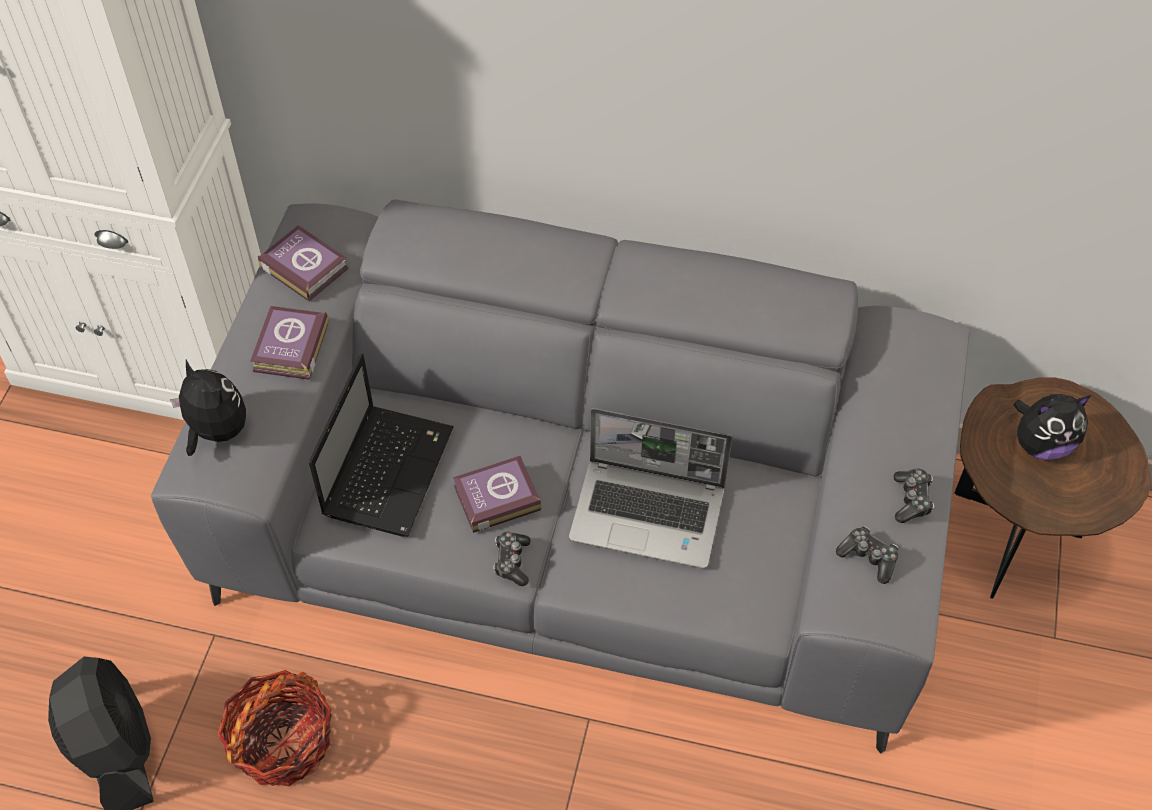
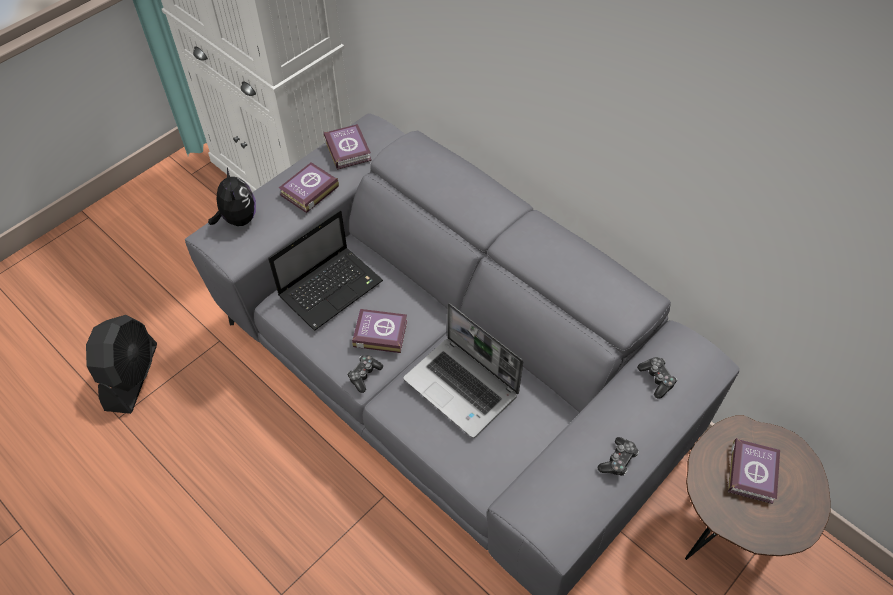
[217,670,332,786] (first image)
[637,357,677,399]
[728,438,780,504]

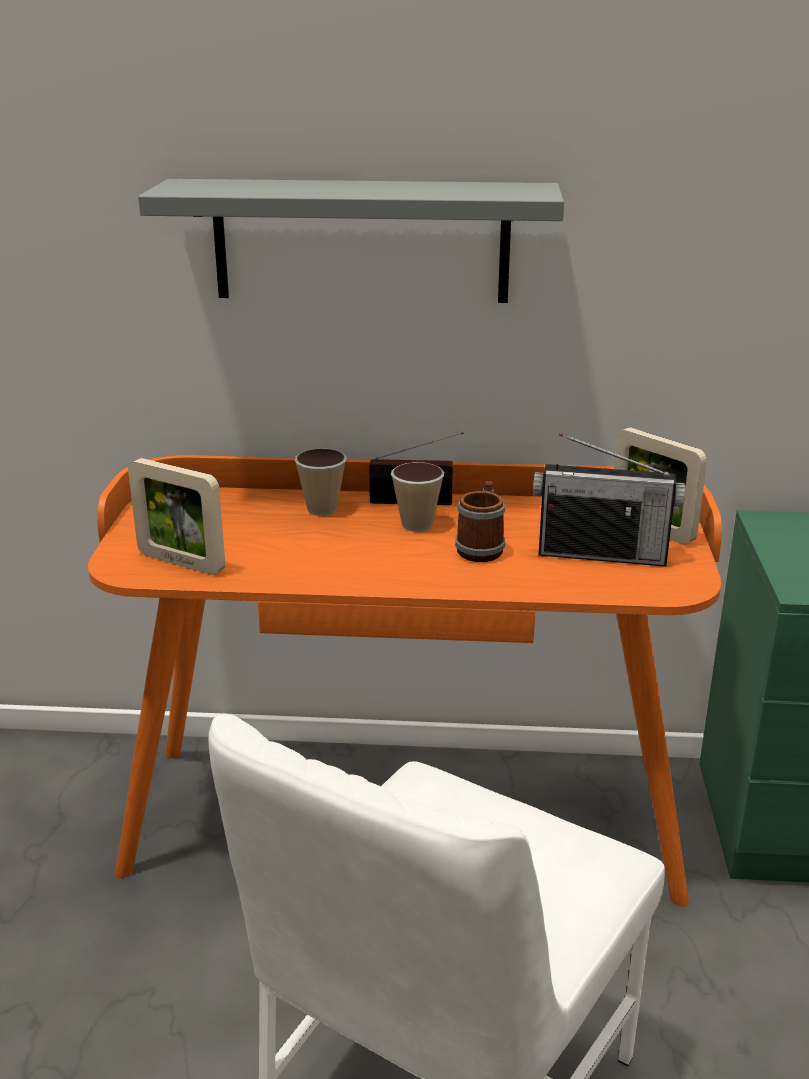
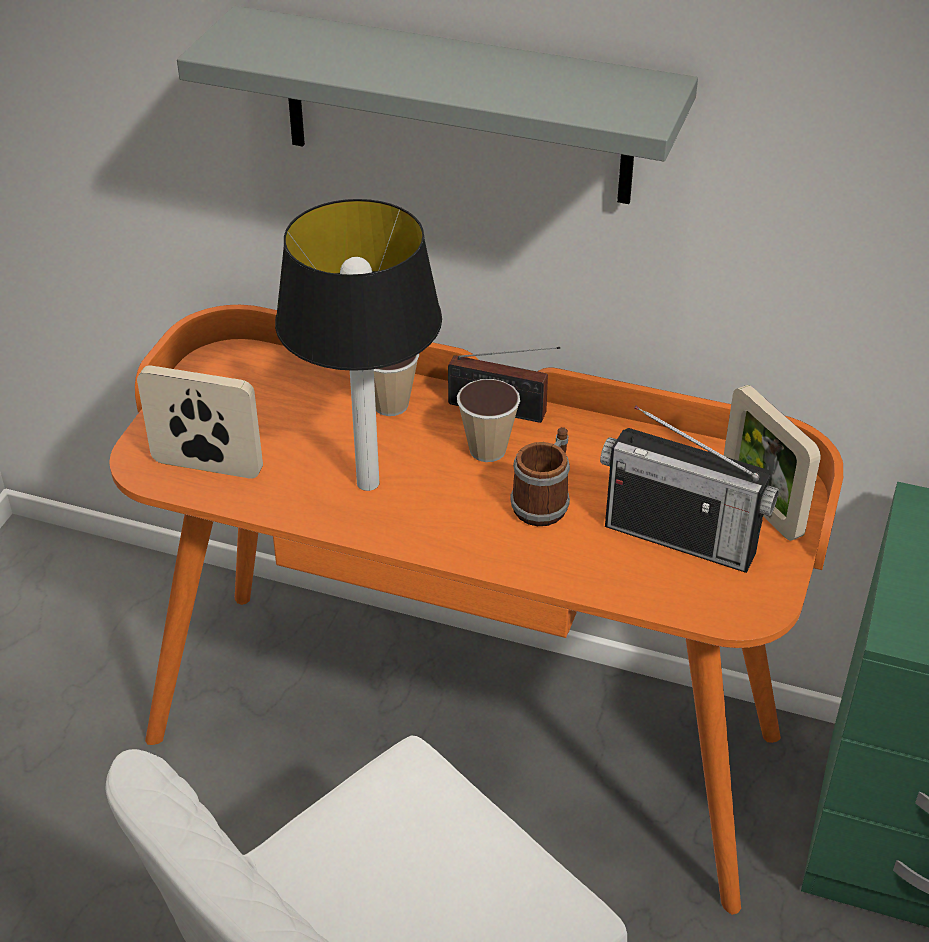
[275,199,442,491]
[137,365,263,479]

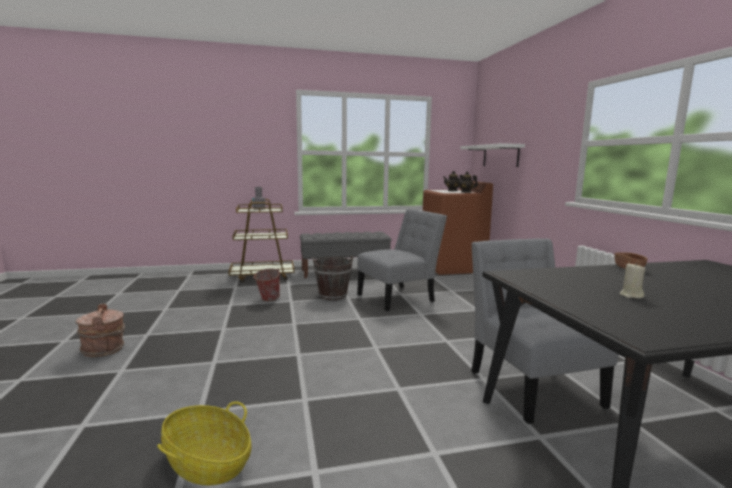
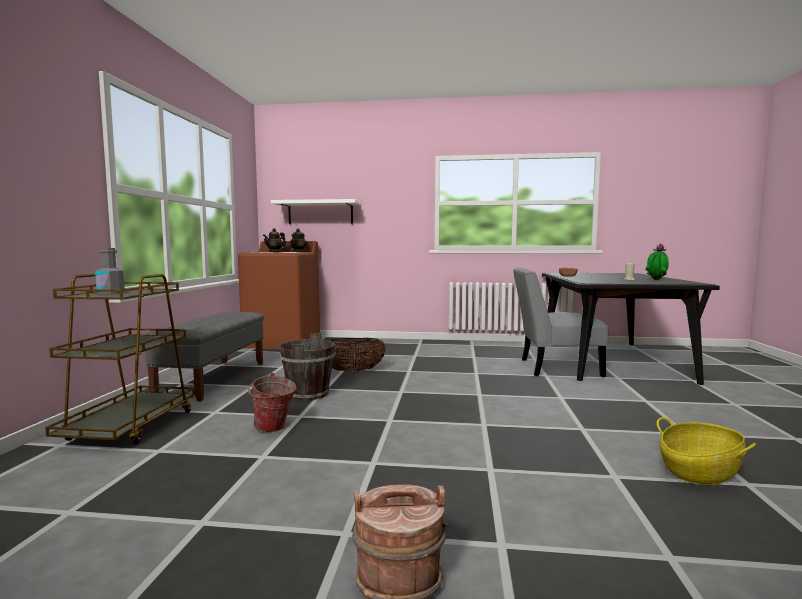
[645,244,669,280]
[329,338,386,372]

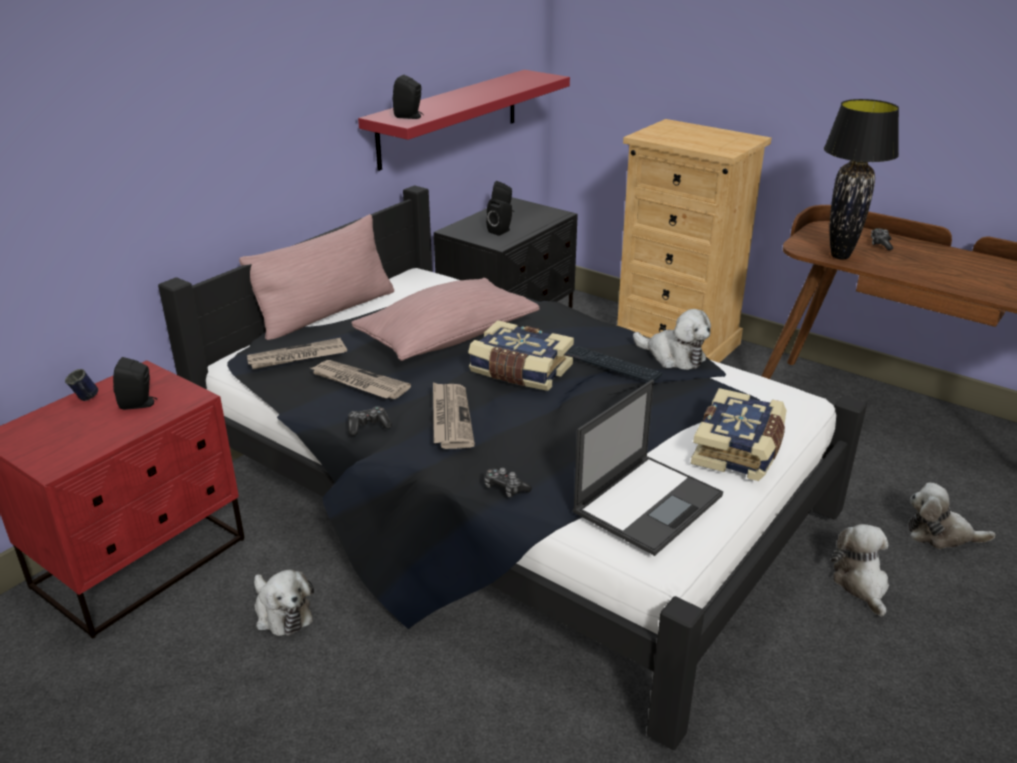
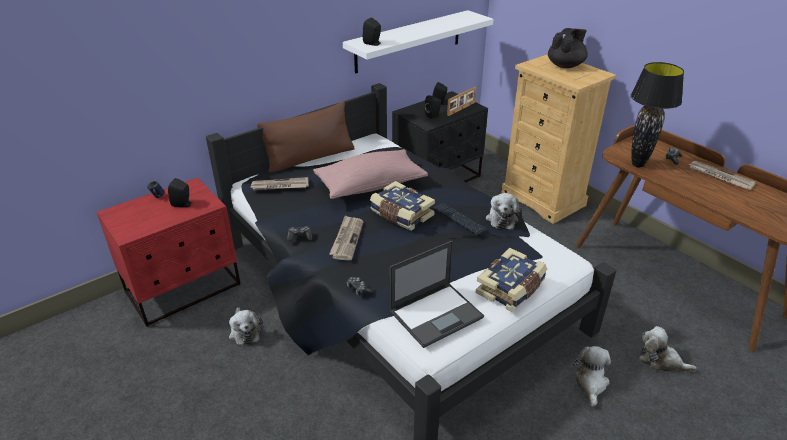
[447,87,476,116]
[548,28,588,68]
[688,161,756,190]
[257,101,354,172]
[343,10,493,74]
[486,193,523,230]

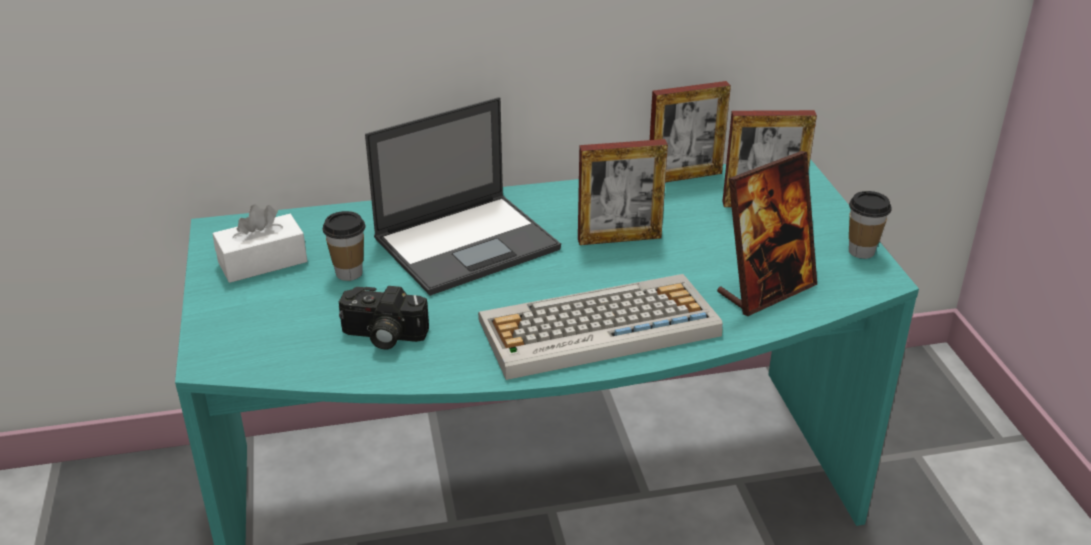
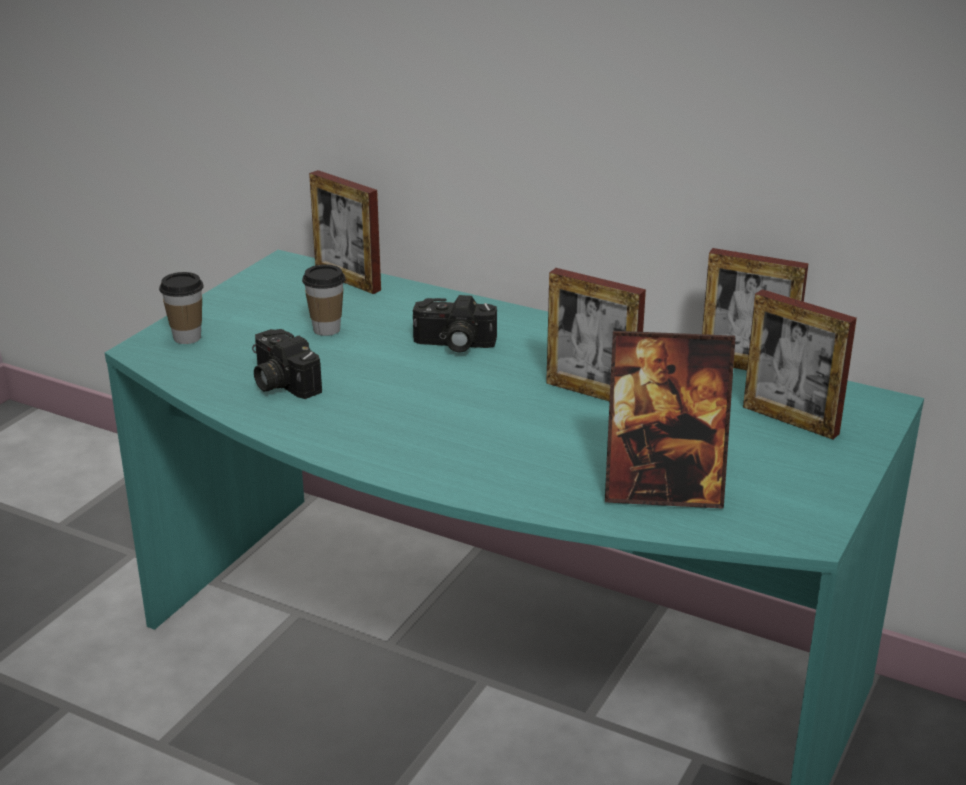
[213,204,307,283] (first image)
[478,274,723,380] (first image)
[309,170,381,294]
[159,272,204,344]
[413,295,497,353]

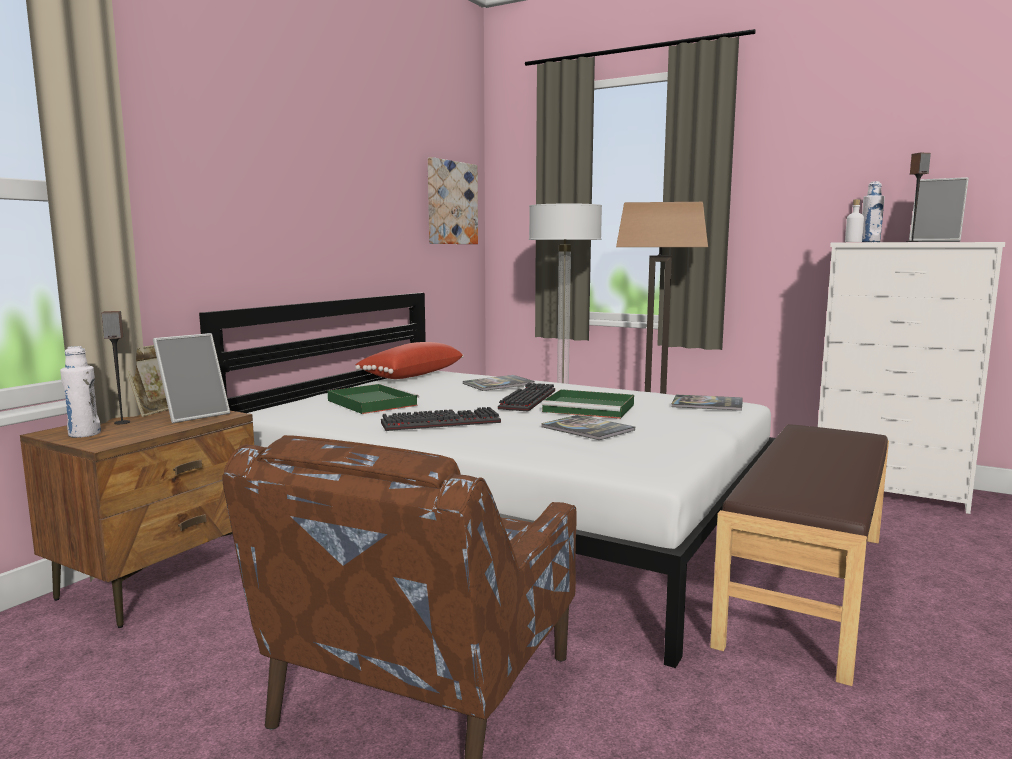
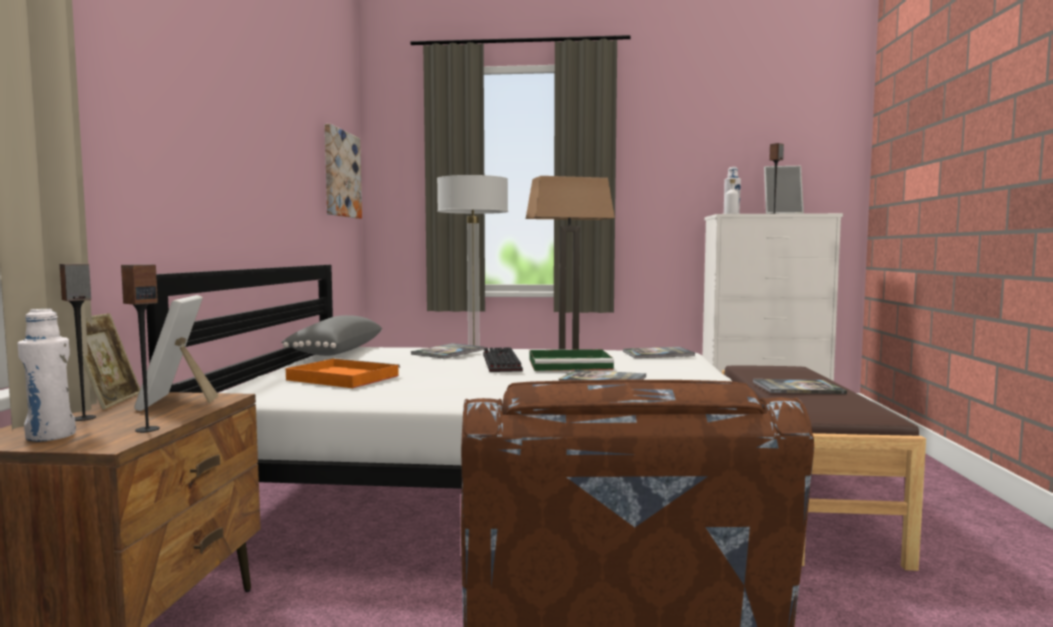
[381,407,501,431] (first image)
[121,264,160,433]
[753,379,847,394]
[286,358,400,388]
[282,315,382,356]
[134,295,219,411]

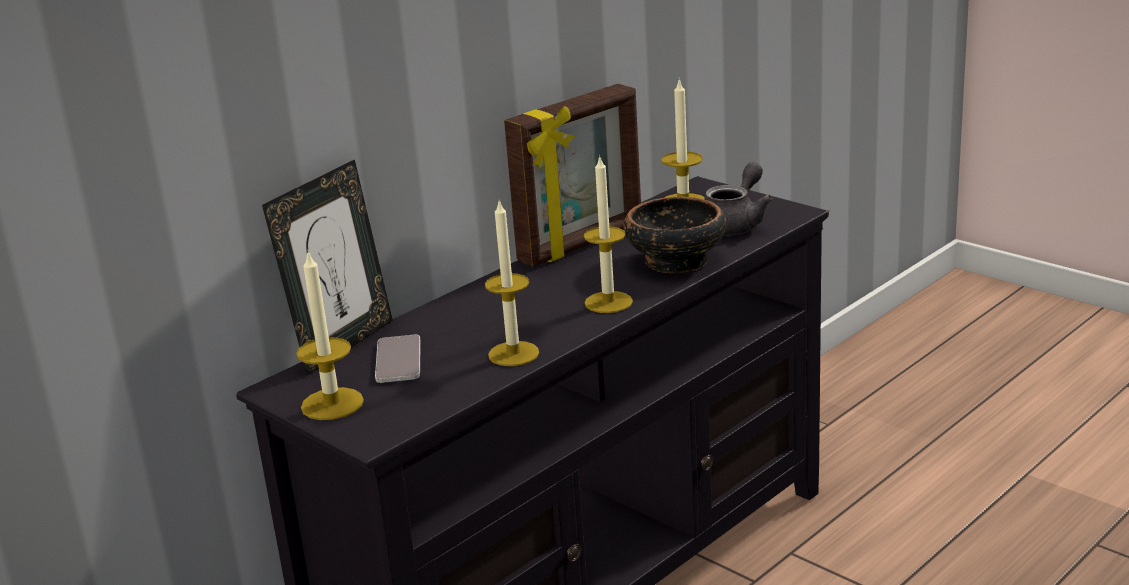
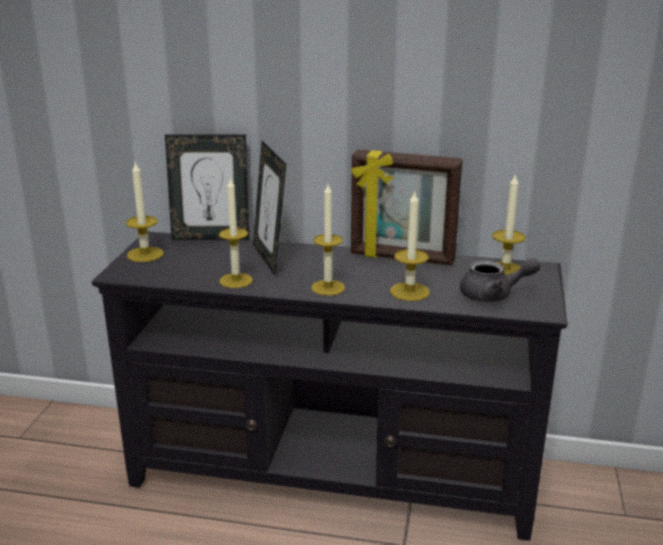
[375,335,421,383] (first image)
[253,141,286,276]
[390,190,430,301]

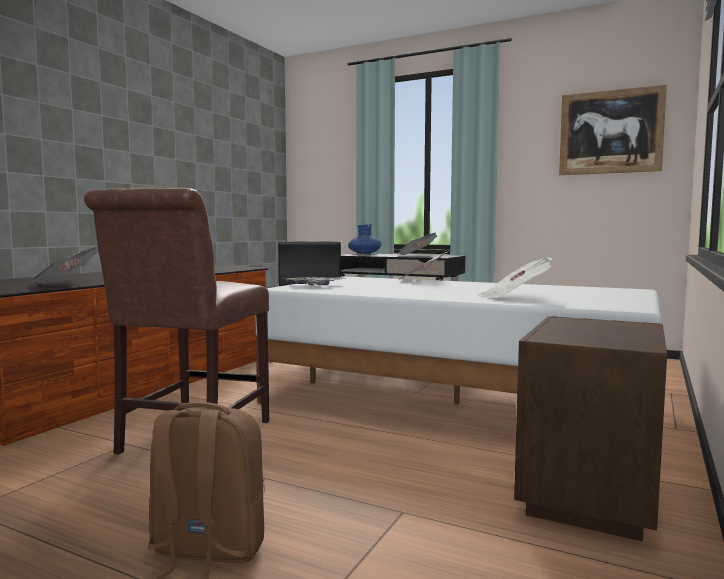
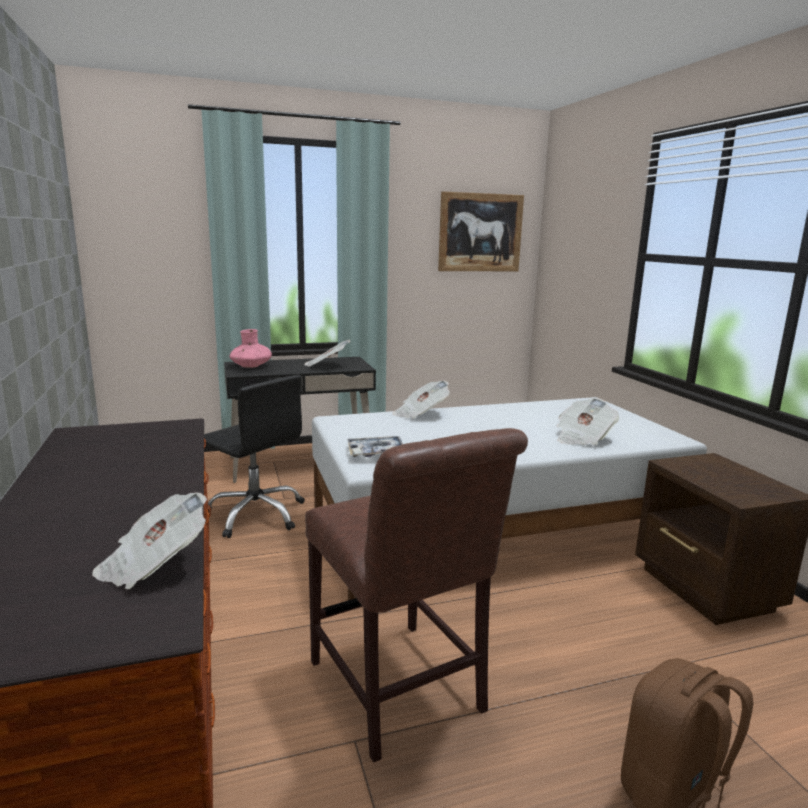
[230,329,272,368]

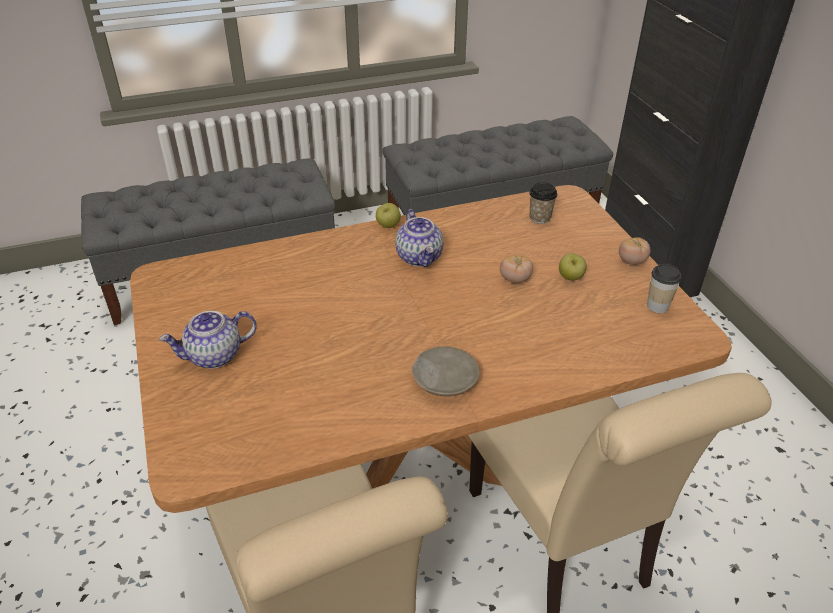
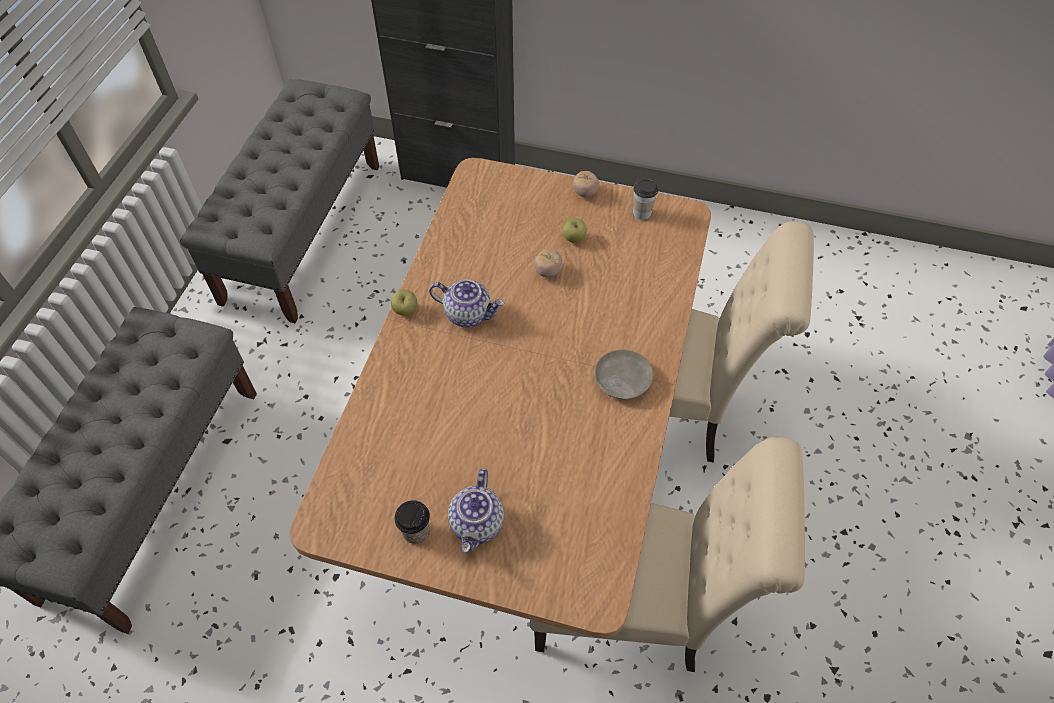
[394,500,430,544]

